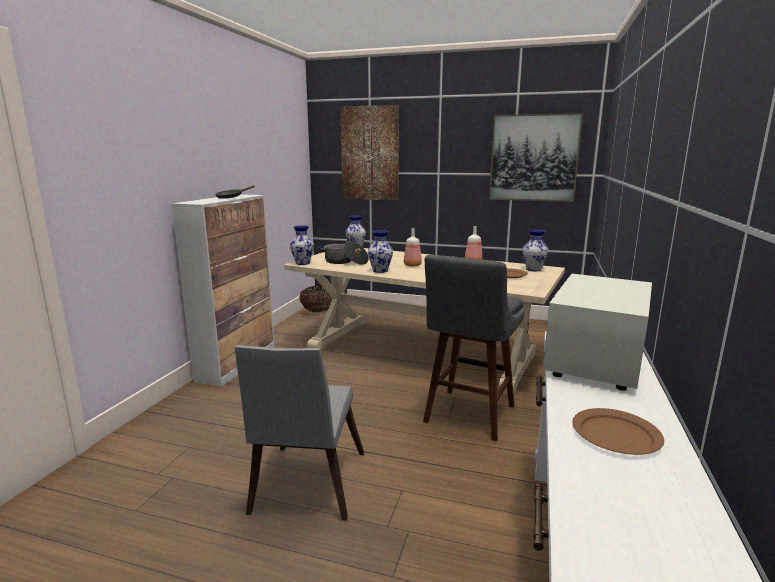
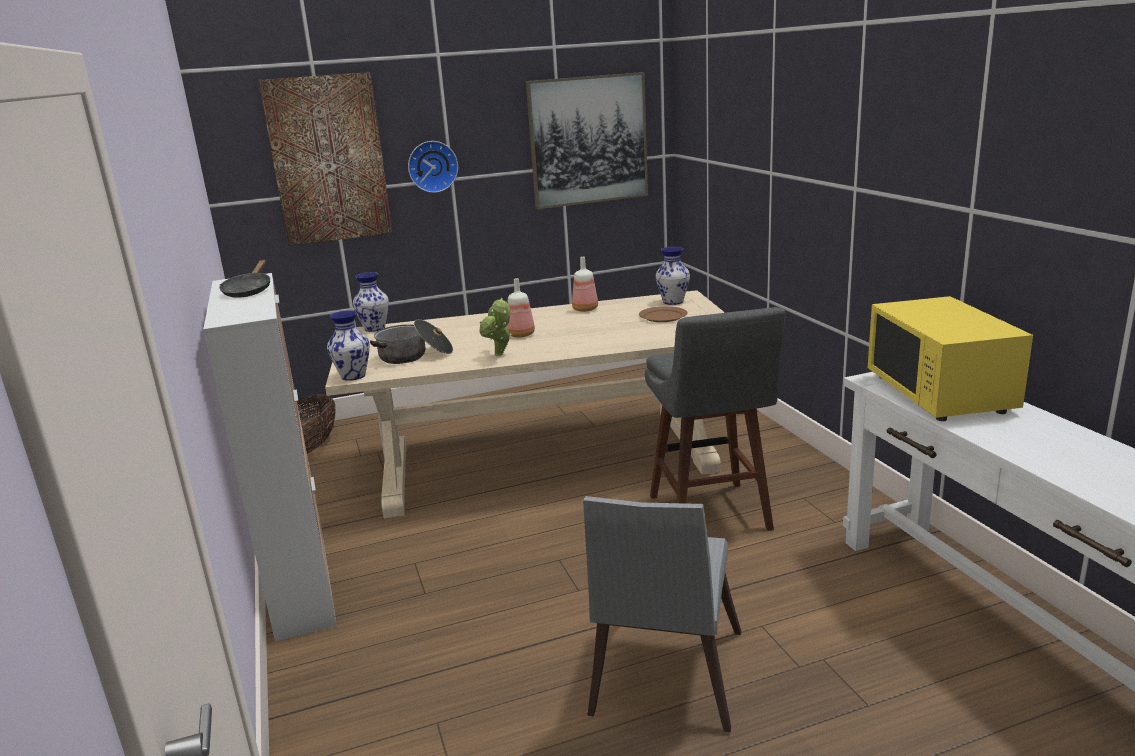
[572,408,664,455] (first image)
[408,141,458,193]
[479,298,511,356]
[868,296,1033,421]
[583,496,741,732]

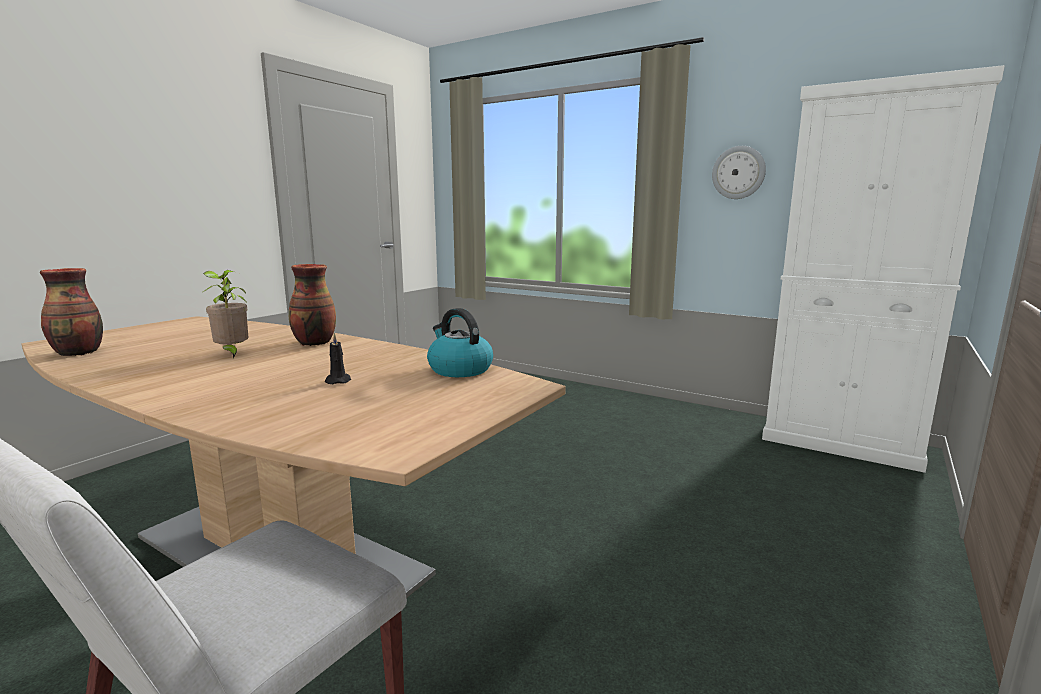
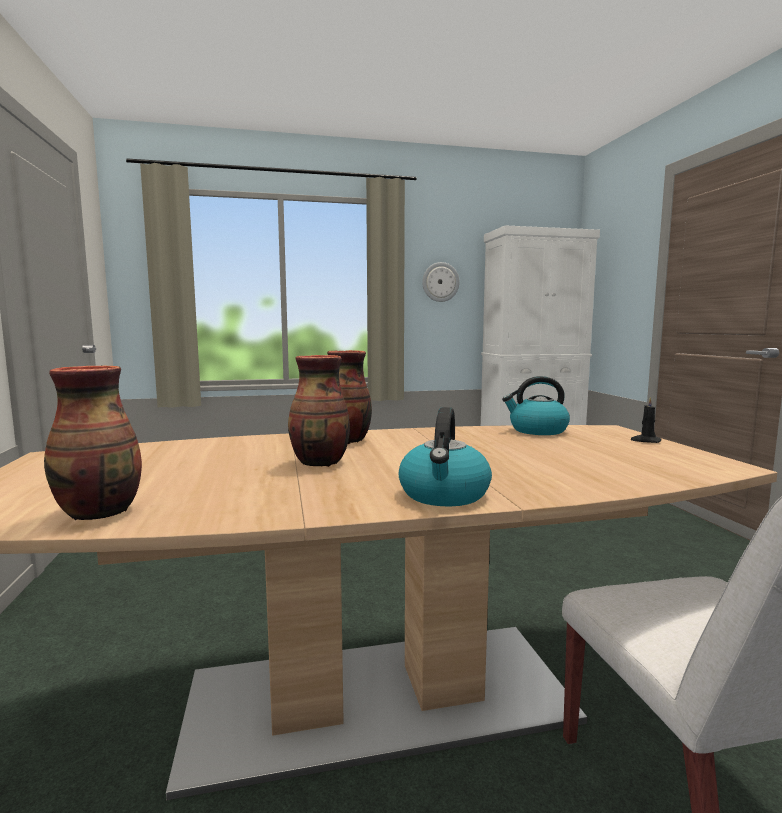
[398,407,492,506]
[631,397,661,443]
[288,355,350,467]

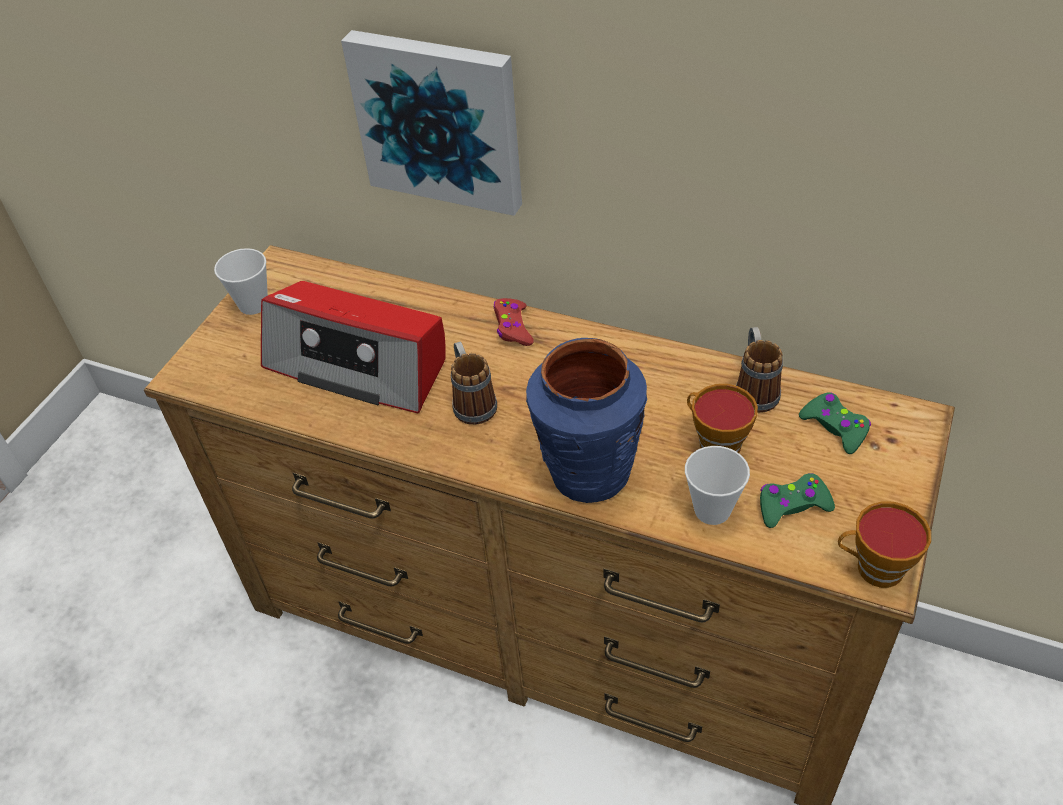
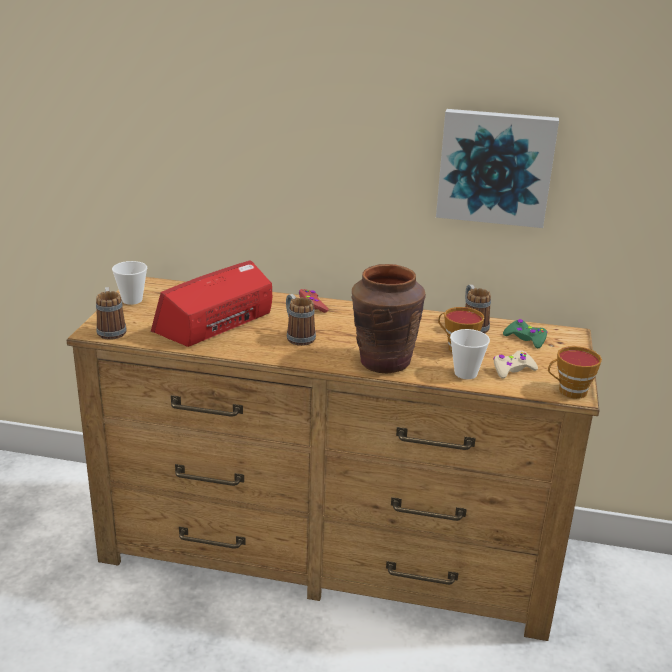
[96,287,127,340]
[436,109,559,228]
[351,264,426,374]
[493,350,538,379]
[151,260,272,347]

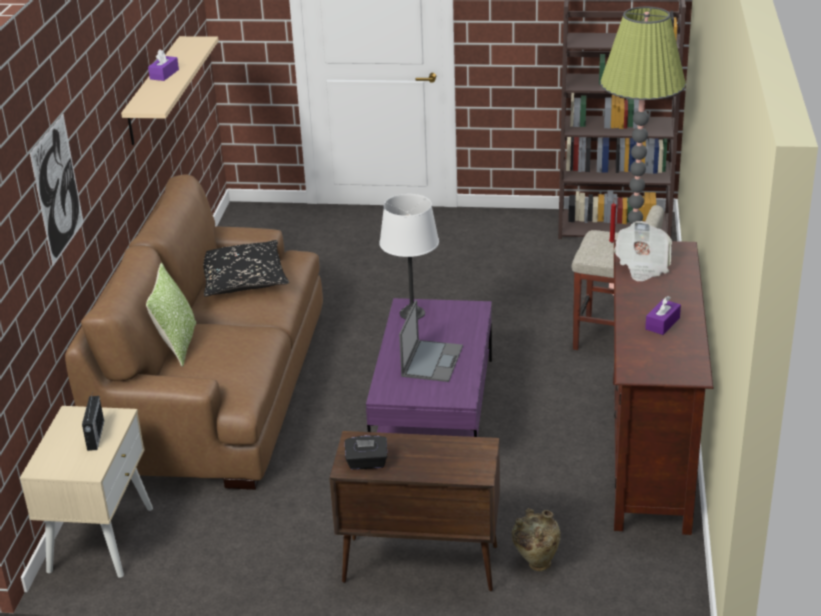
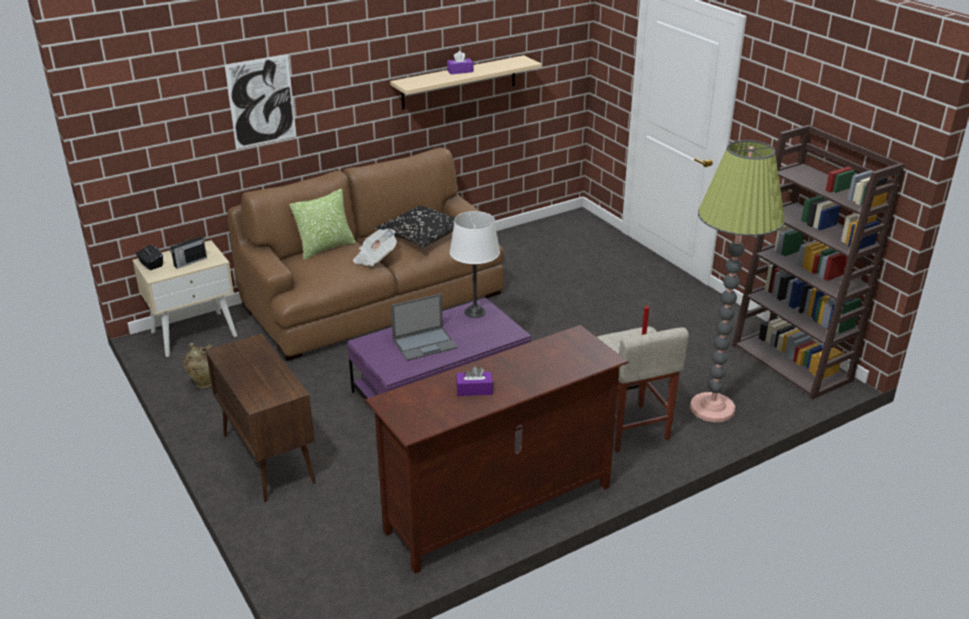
[136,245,163,270]
[183,342,213,389]
[353,229,397,267]

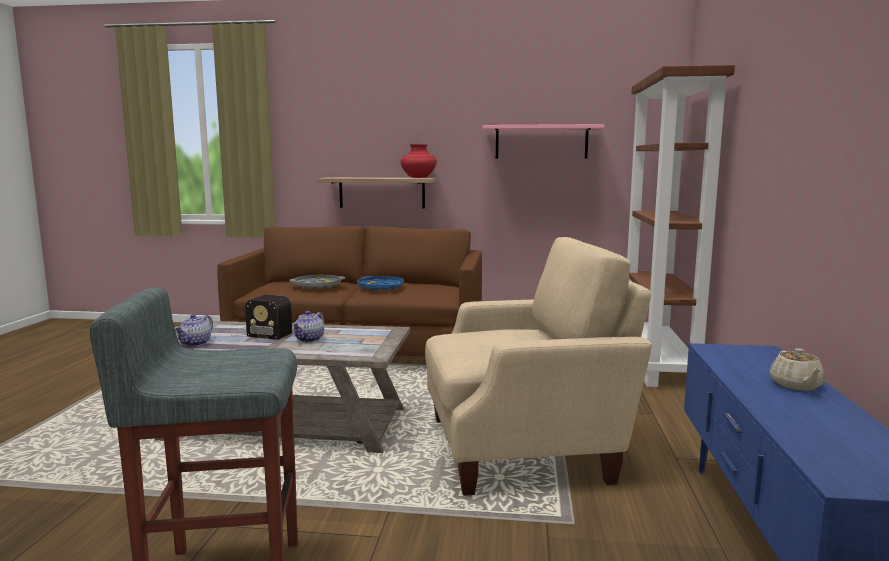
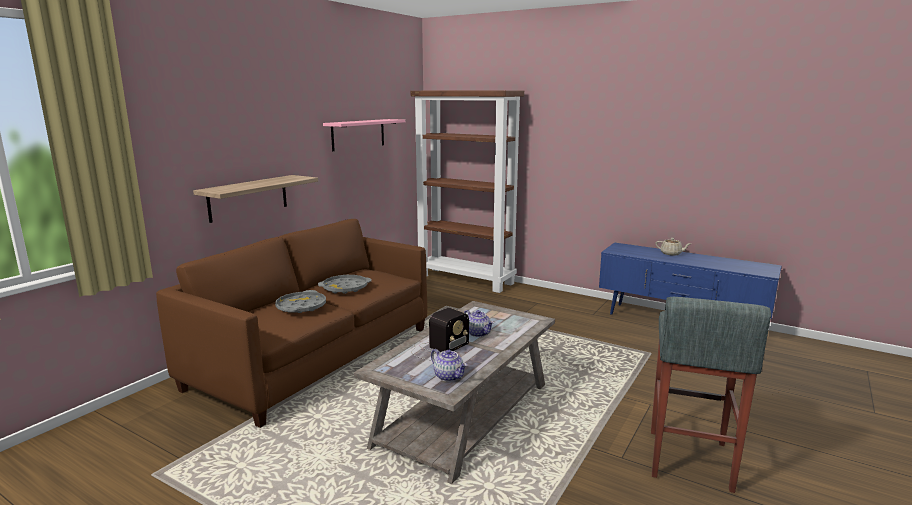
[400,144,437,178] (first image)
[425,237,652,496] (first image)
[318,275,372,294]

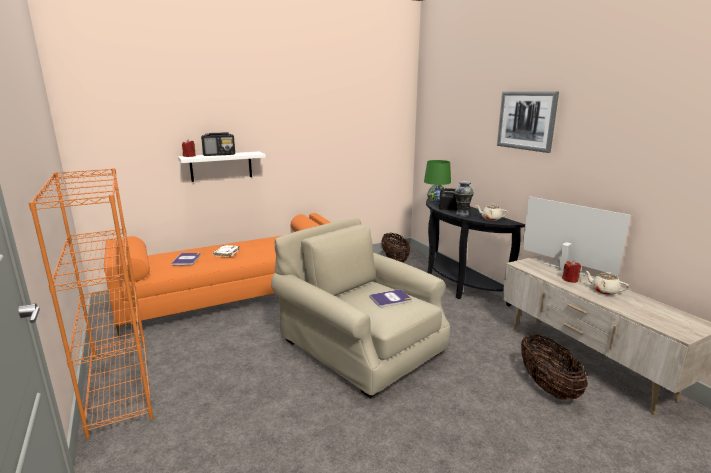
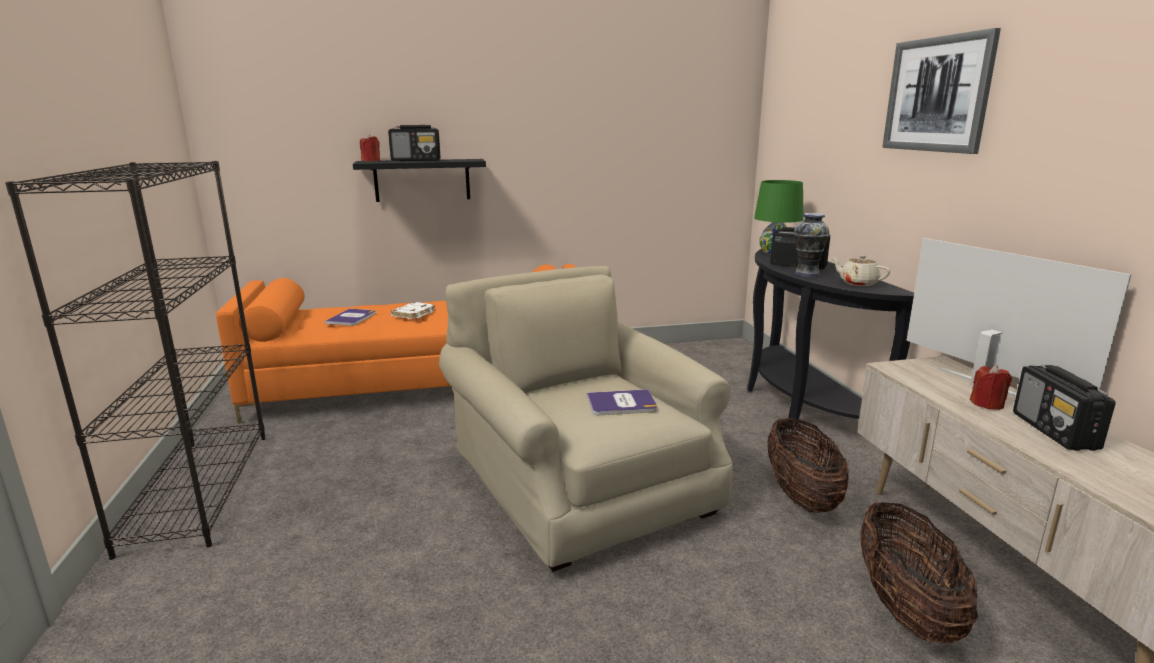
[767,417,849,513]
[1013,365,1115,451]
[5,161,266,560]
[353,159,486,202]

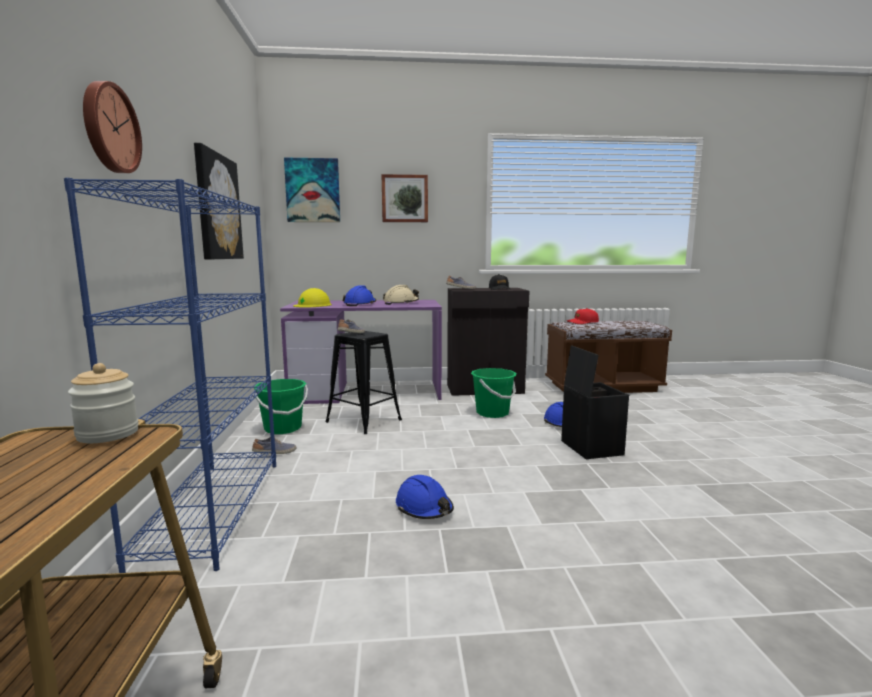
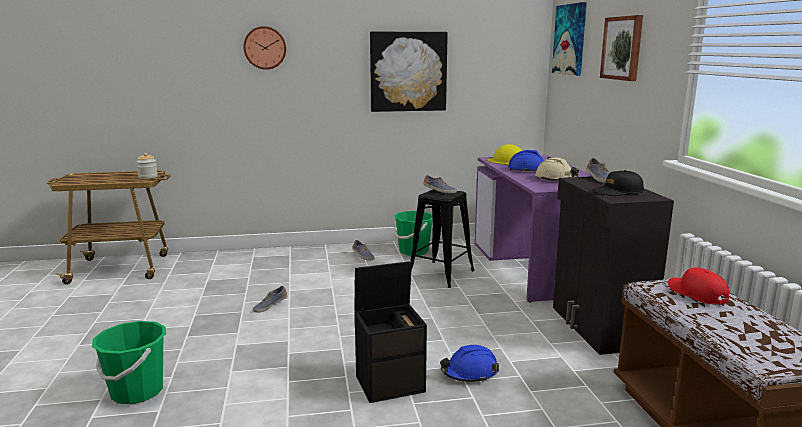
[64,178,276,573] (first image)
[92,321,166,404]
[253,286,287,313]

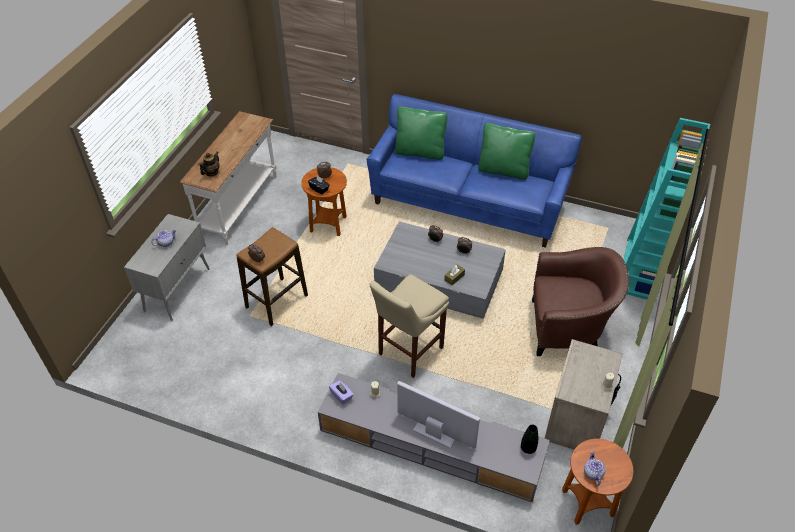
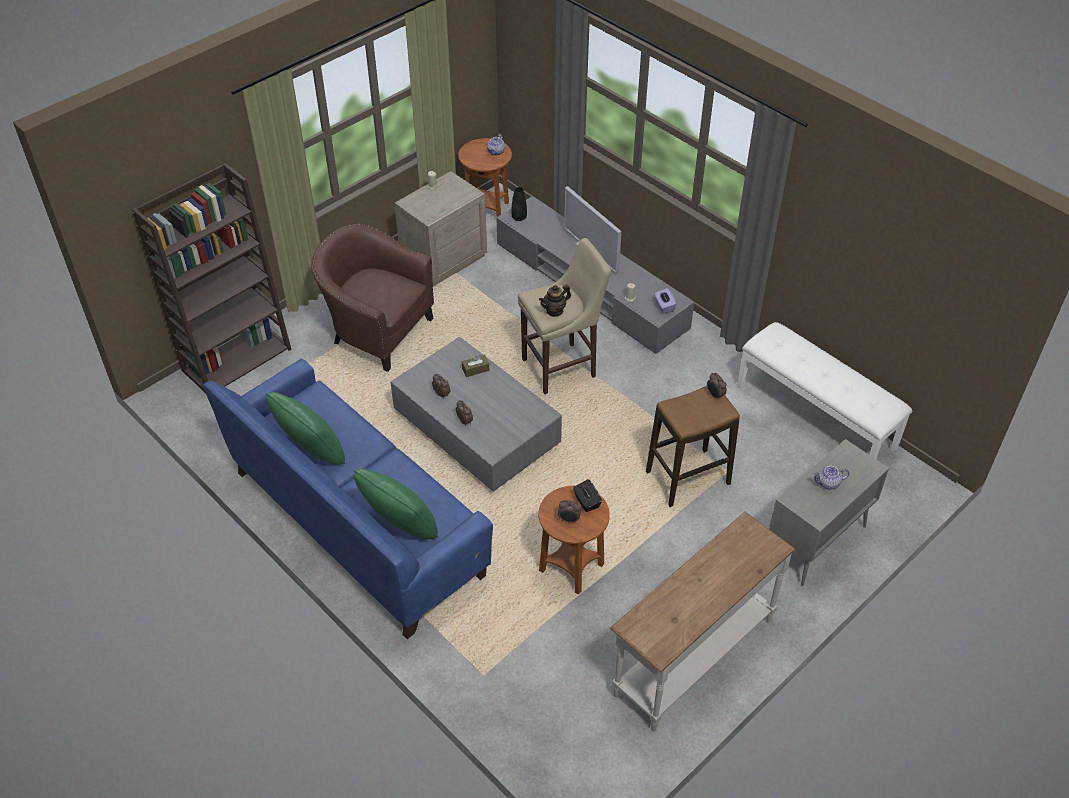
[737,322,912,459]
[539,284,571,317]
[132,163,292,393]

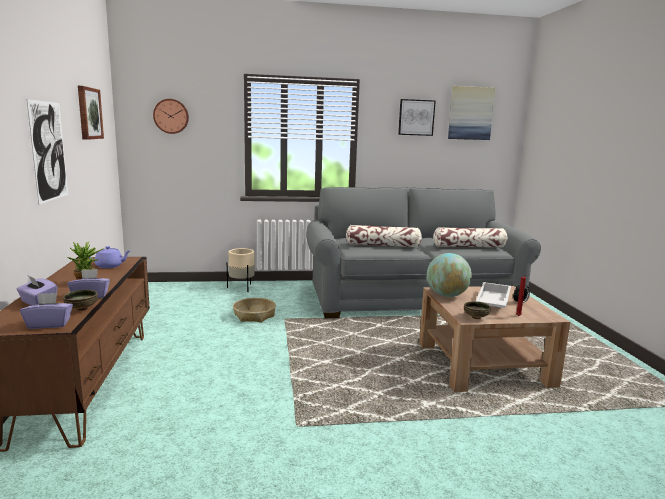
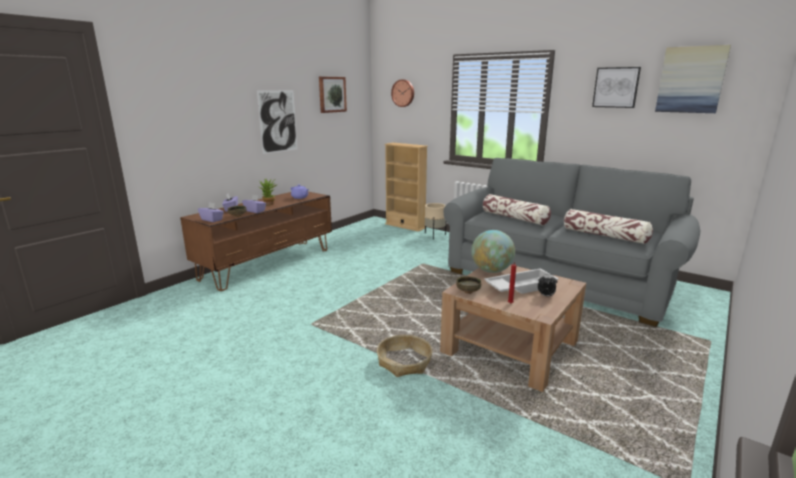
[384,143,428,232]
[377,335,432,377]

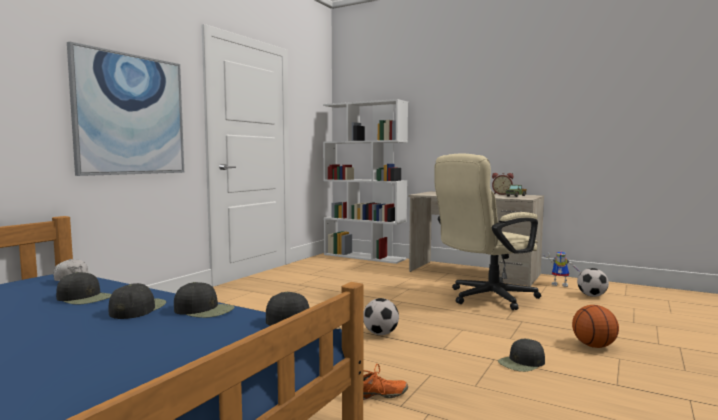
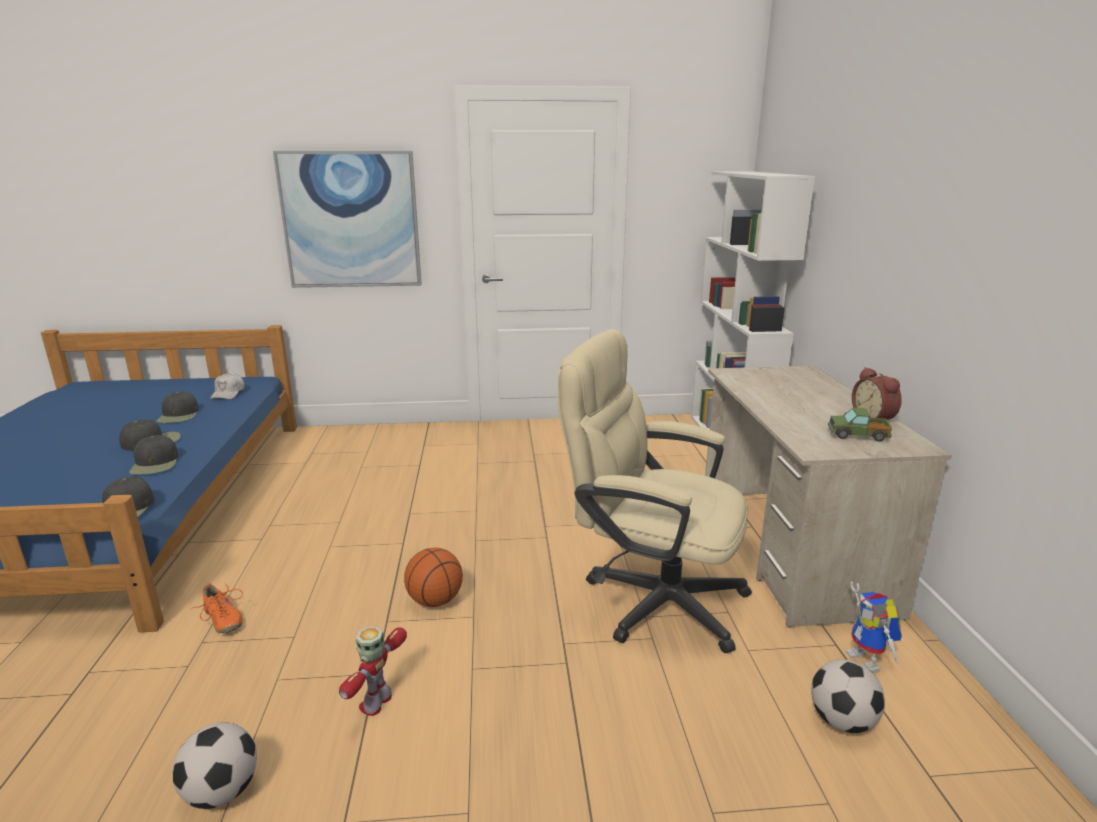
[172,722,257,809]
[404,547,463,607]
[339,627,407,716]

